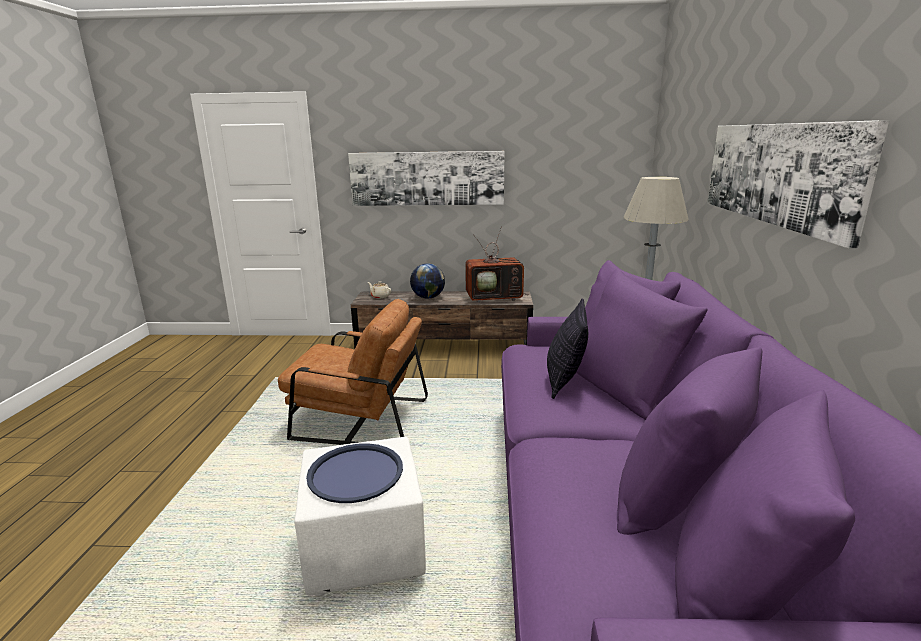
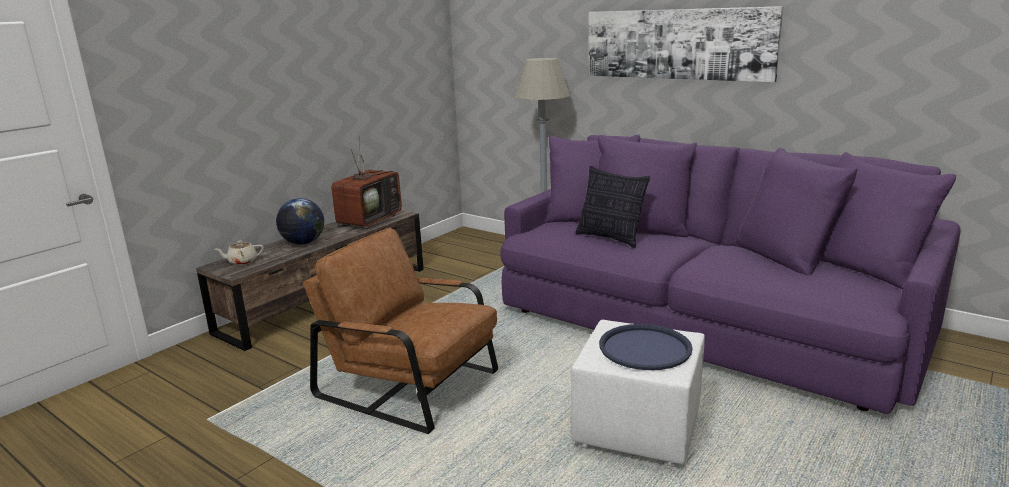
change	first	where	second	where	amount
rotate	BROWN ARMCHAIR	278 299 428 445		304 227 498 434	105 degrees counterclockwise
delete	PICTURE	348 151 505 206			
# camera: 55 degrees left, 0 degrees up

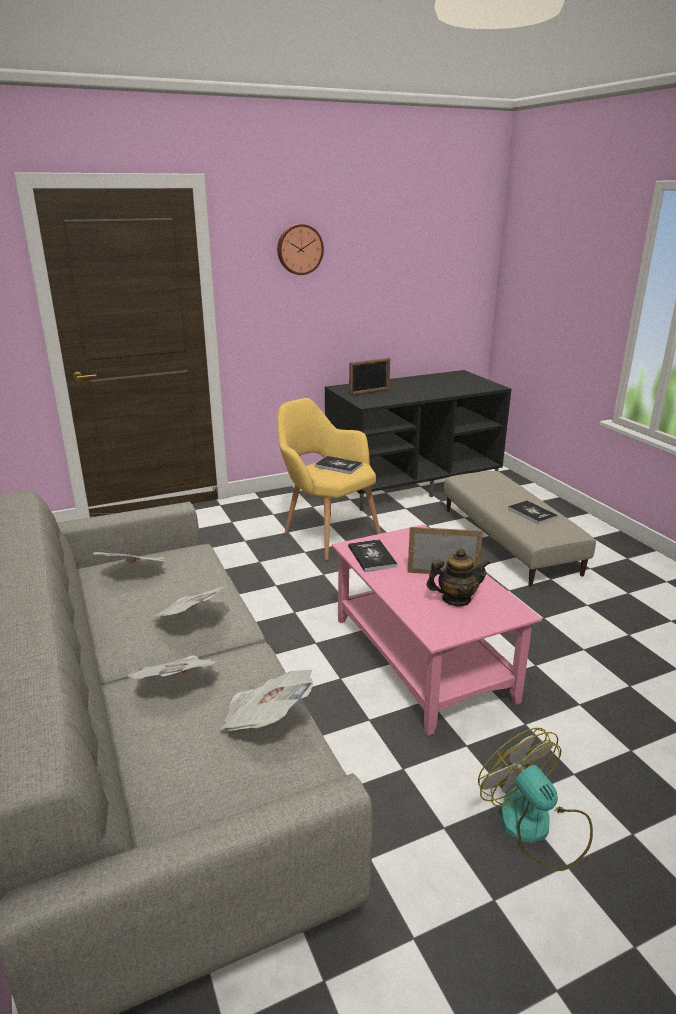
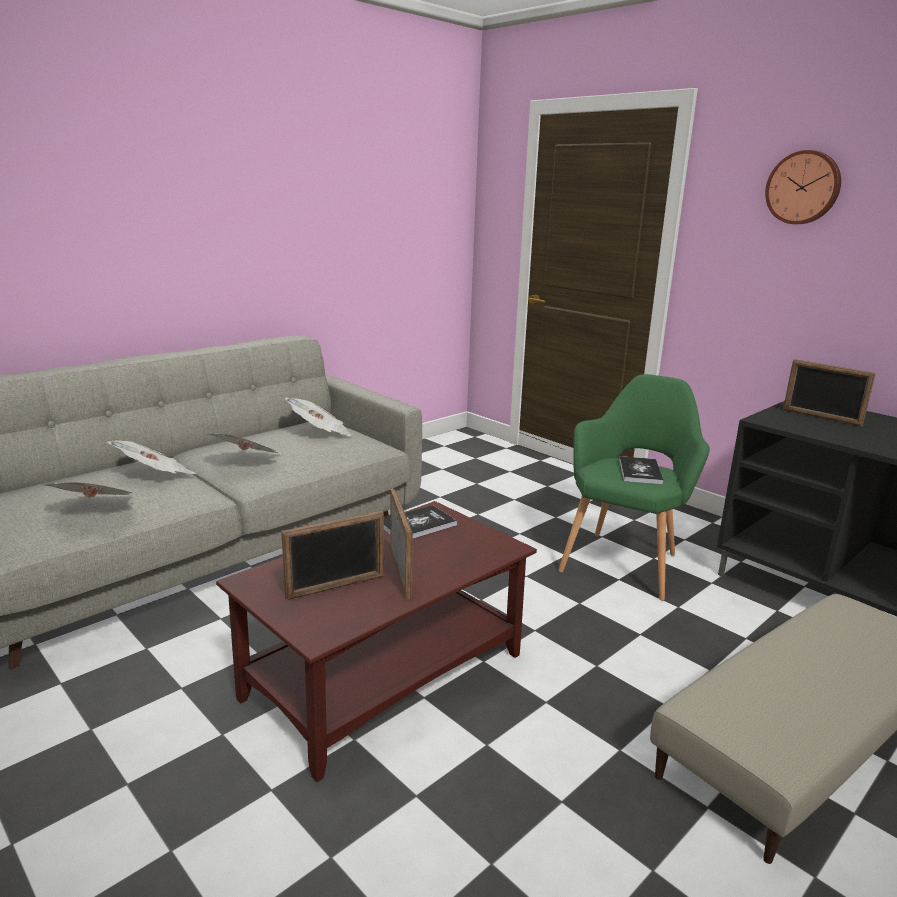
change	first	where	second	where	amount
recolor	PINK COFFEE TABLE	332 524 542 736	BROWN COFFEE TABLE	216 501 537 782	
replace	TEAPOT	426 548 490 606	PICTURE FRAME	281 511 384 600	
recolor	YELLOW ARMCHAIR	277 398 381 560	GREEN ARMCHAIR	558 374 710 601	
delete	FAN	478 728 593 871			
delete	BOOK	508 500 558 525			
# camera: 70 degrees right, 5 degrees down

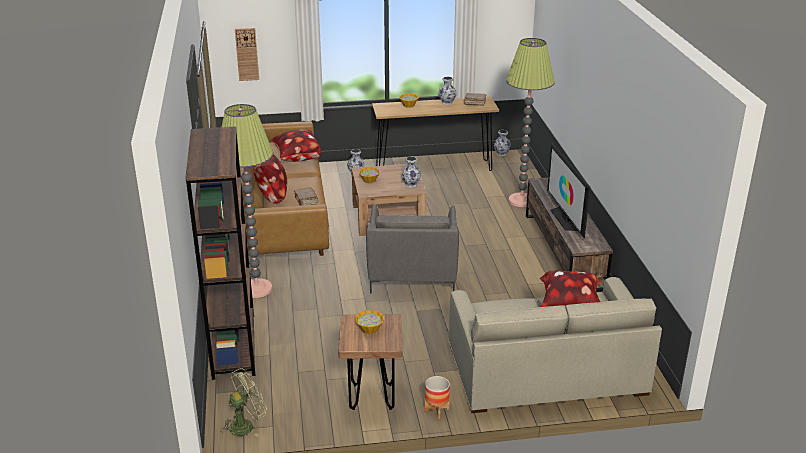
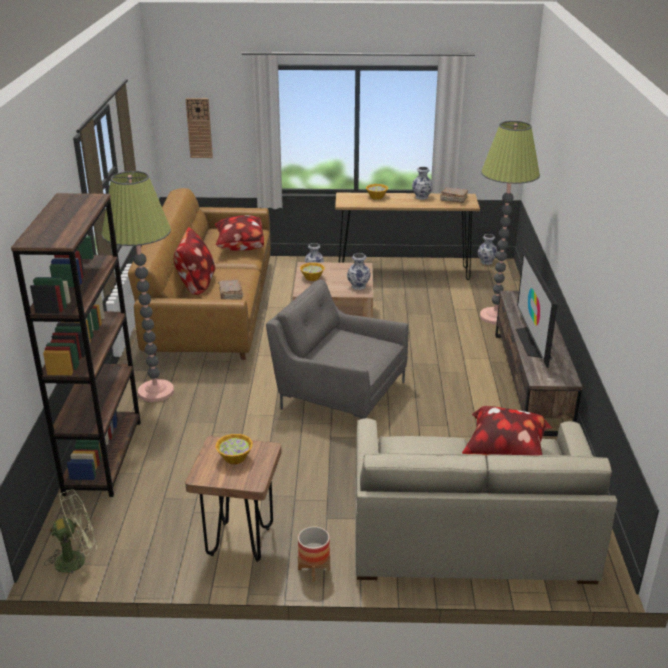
change	first	where	second	where	amount
rotate	GREY ARMCHAIR	366 204 459 294		266 280 408 419	105 degrees clockwise
# camera: 10 degrees right, 0 degrees up

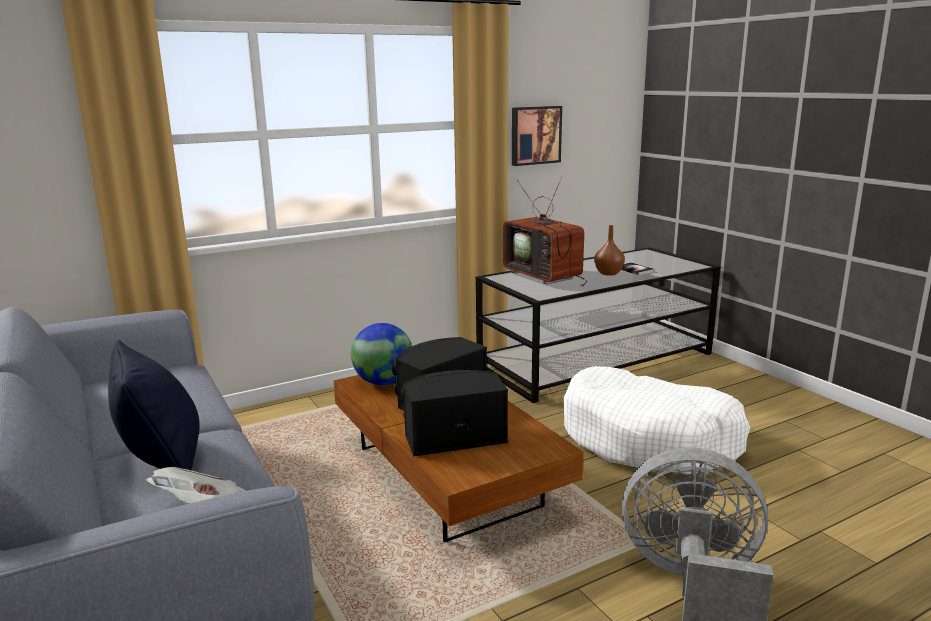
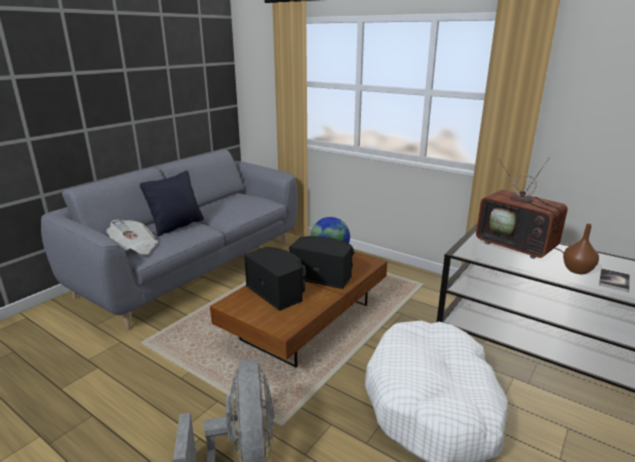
change	first	where	second	where	amount
rotate	TELEVISION	503 176 587 287		476 158 568 259	75 degrees counterclockwise
delete	PICTURE	512 106 562 166			
# camera: 65 degrees right, 5 degrees up

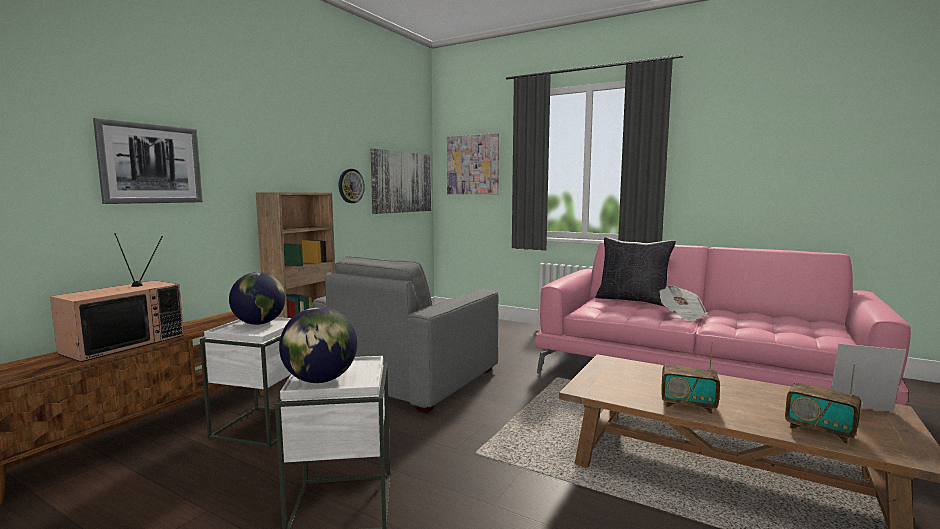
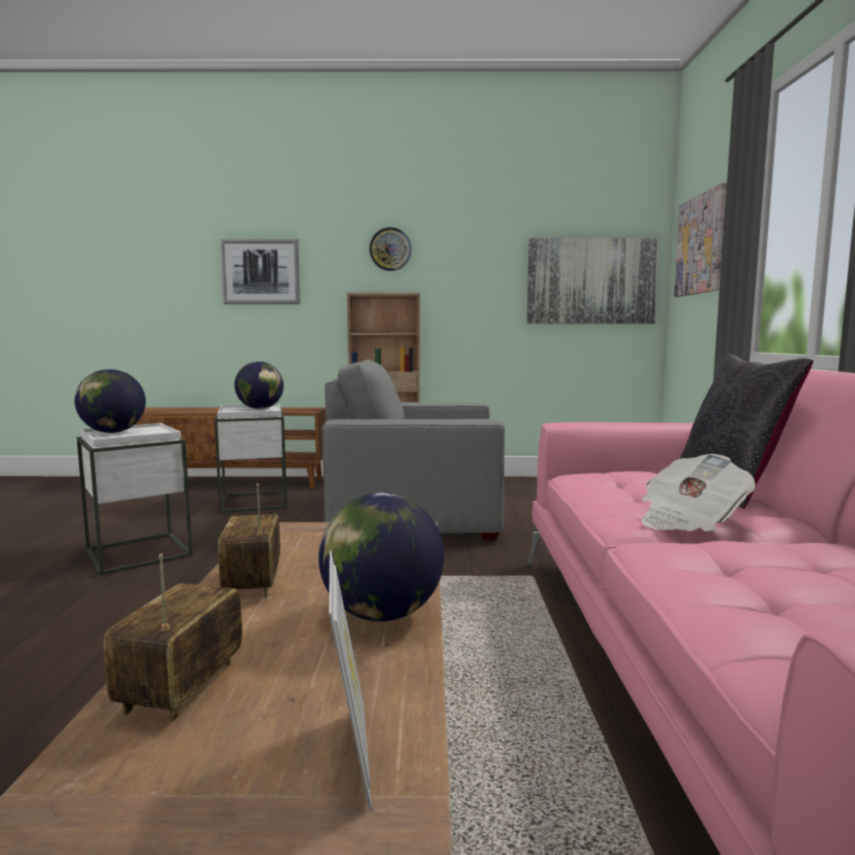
change	first	where	second	where	amount
insert			GLOBE	319 493 444 622	
move	WALL CLOCK	339 169 365 203		369 227 412 271	
delete	TELEVISION	50 233 184 362			
# camera: 60 degrees right, 0 degrees up

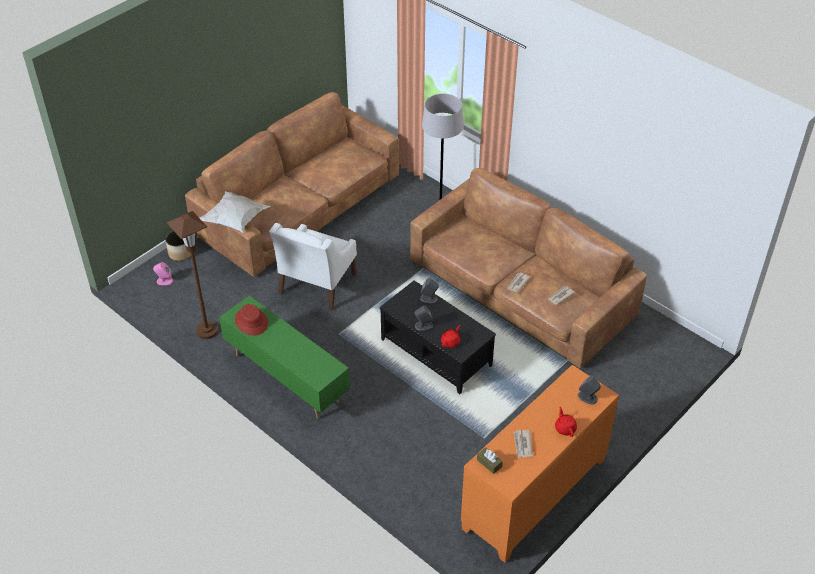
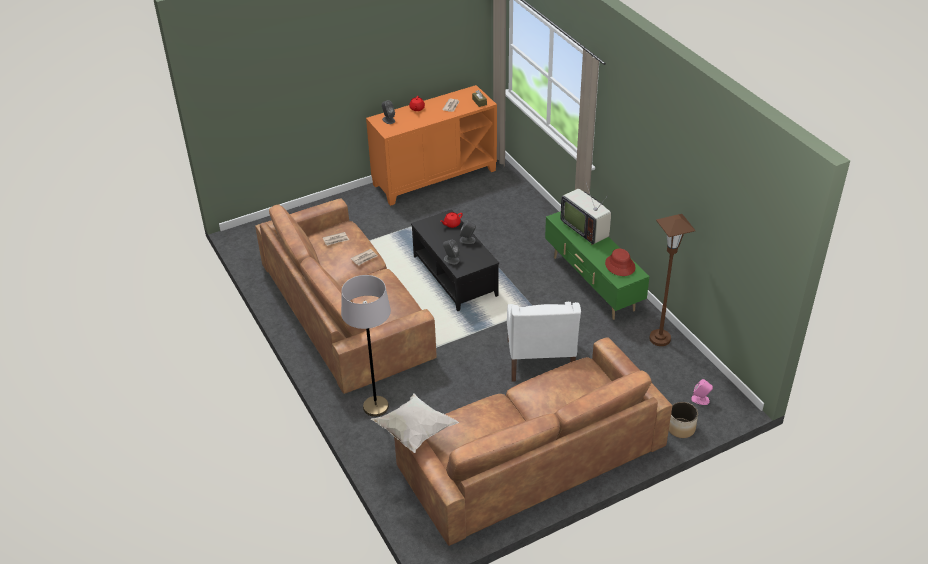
change	first	where	second	where	amount
move	WHITE PILLOW	199 191 271 233		371 393 459 453	
rotate	WHITE ARMCHAIR	269 223 357 311		507 302 581 382	135 degrees clockwise
insert			TELEVISION	561 183 611 245	
# camera: 160 degrees left, 5 degrees down

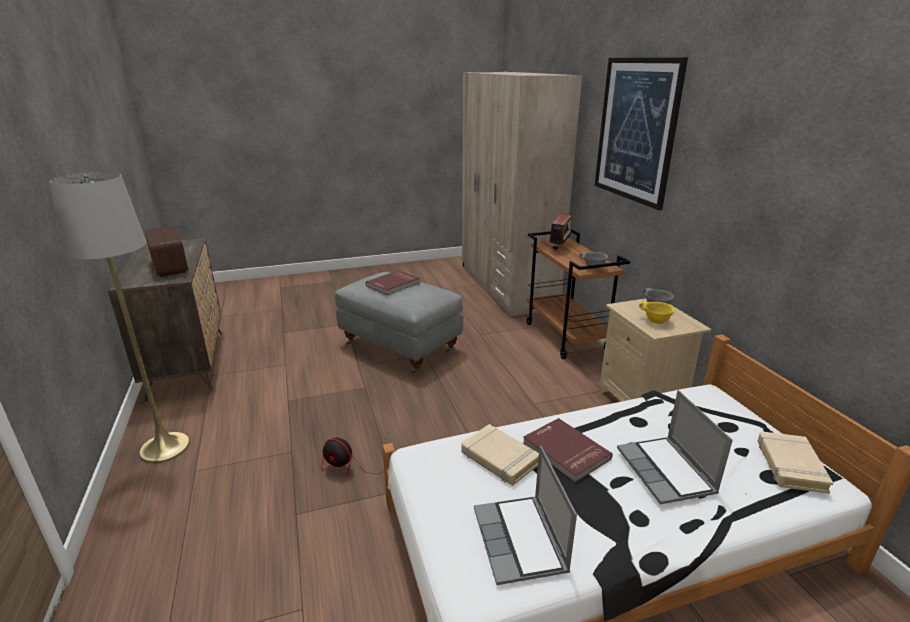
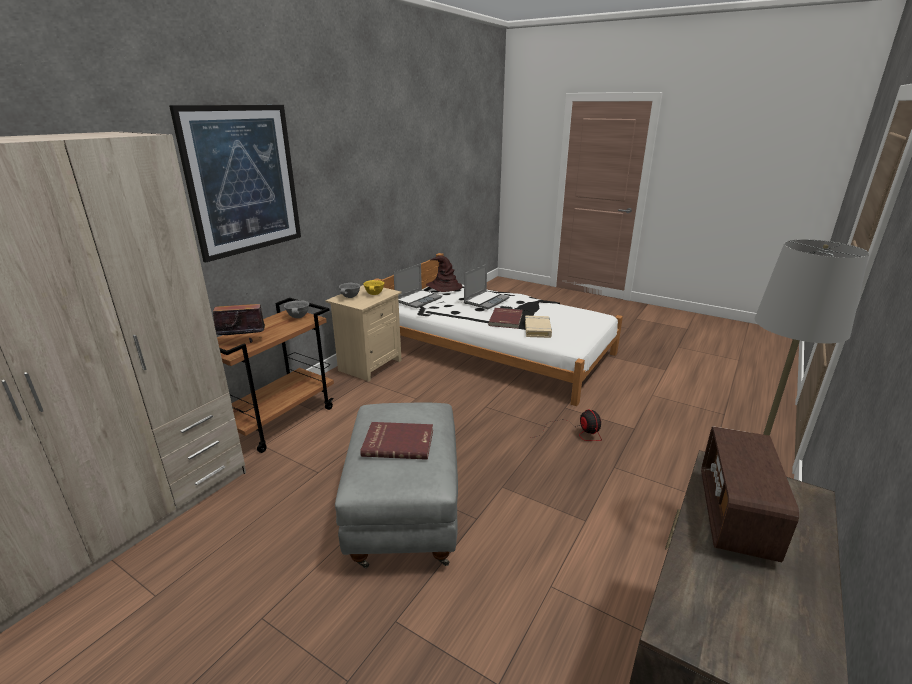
change	first	where	second	where	amount
move	LAPTOP	474 445 577 585		393 263 442 308	
replace	BEIGE BOOK	758 431 834 494	BROWN HAT	426 255 462 292	
# camera: 130 degrees left, 0 degrees up

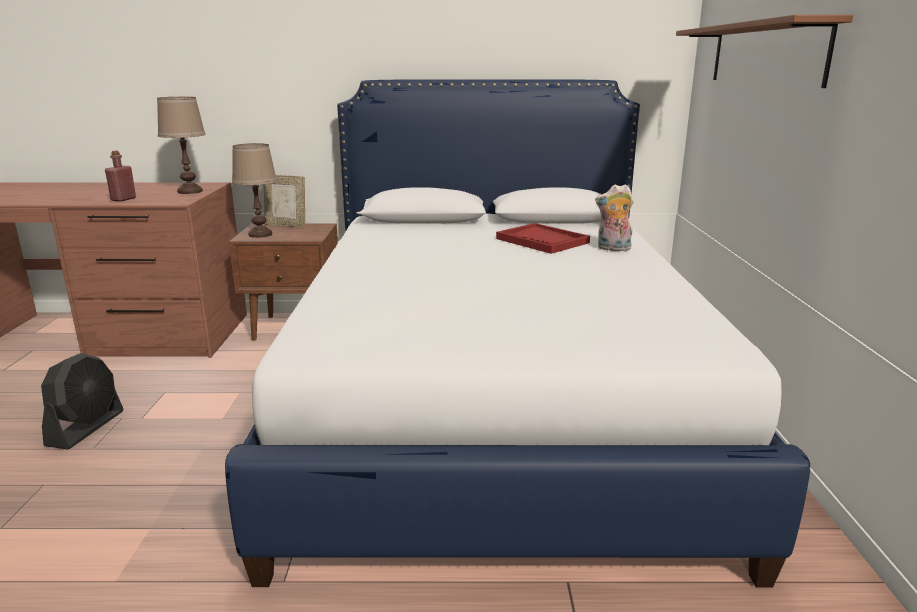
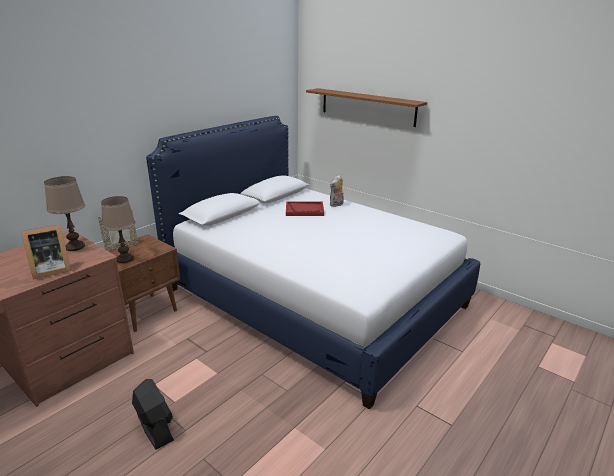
change	first	where	second	where	amount
replace	RED BOTTLE	105 151 136 202	PICTURE FRAME	21 224 71 279	
# camera: 50 degrees left, 5 degrees up

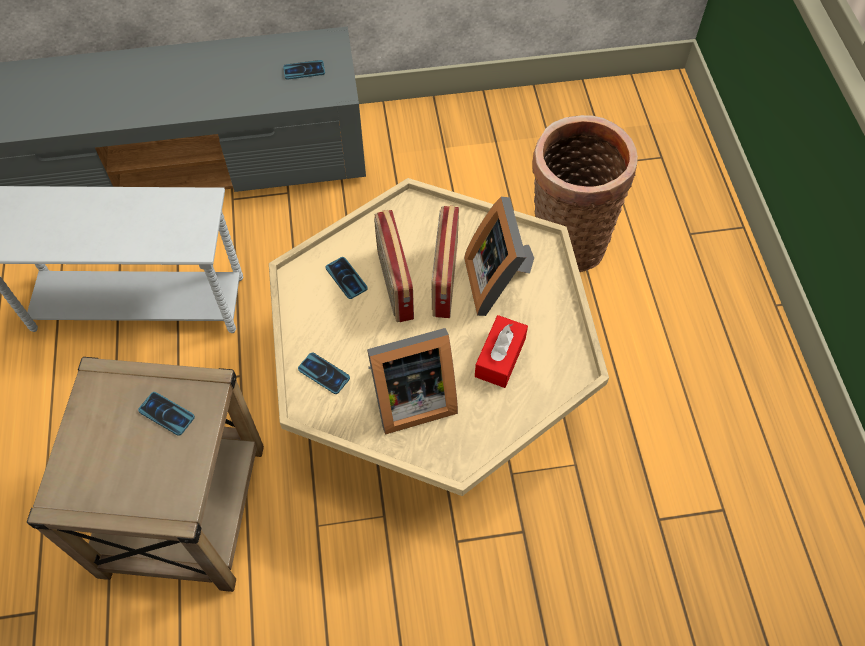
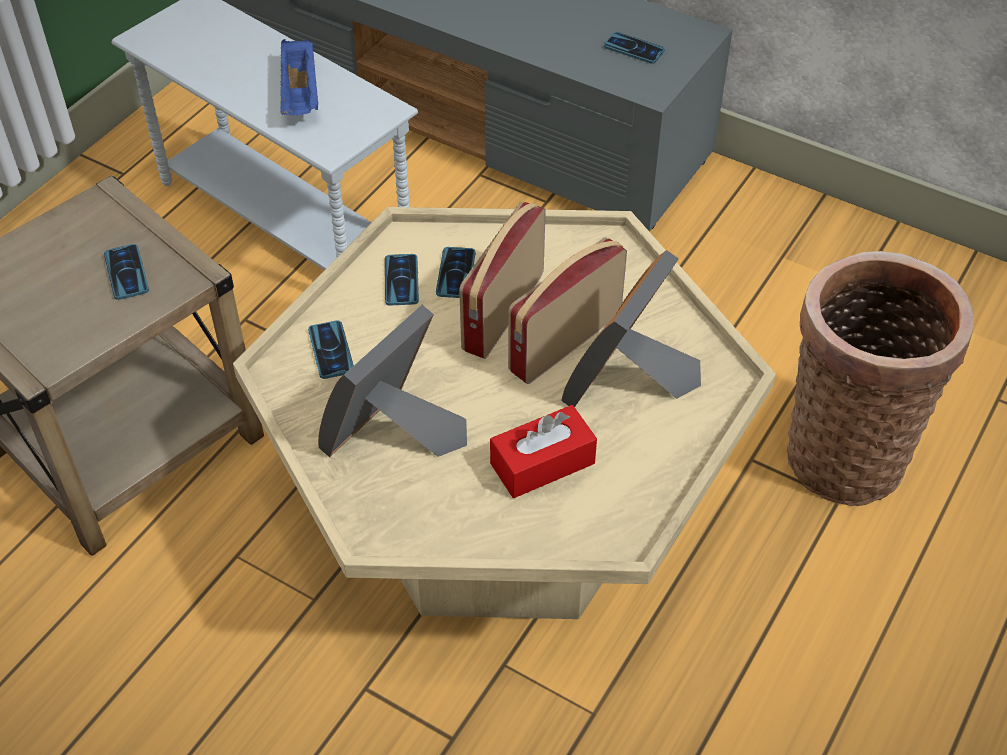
change	first	where	second	where	amount
insert			BLUE TRAY	280 39 319 116	
rotate	PICTURE FRAME	367 328 458 435		318 305 467 457	105 degrees clockwise
insert			PHONE	385 254 419 306	
# camera: 40 degrees right, 10 degrees down

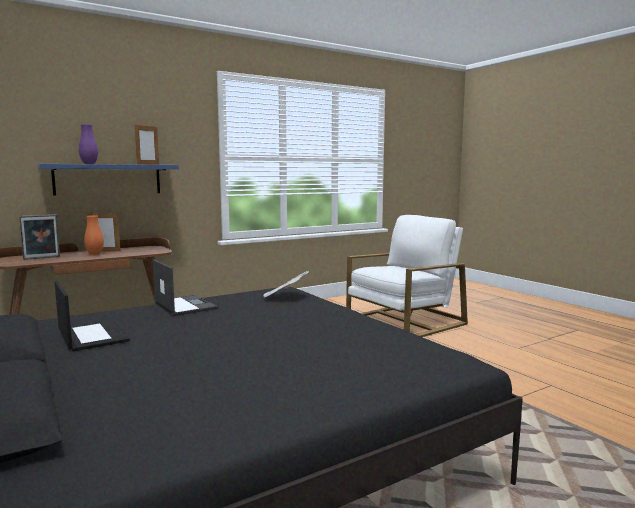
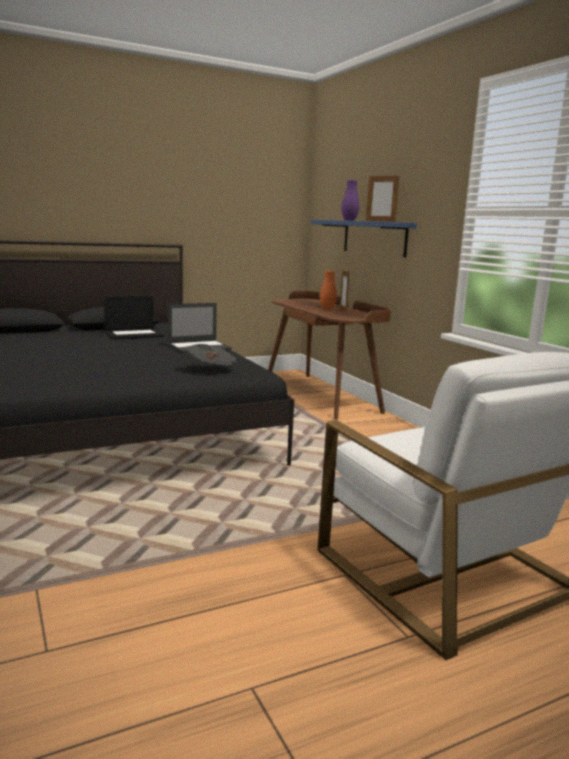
change	first	where	second	where	amount
delete	PICTURE FRAME	19 215 60 260			
# camera: 95 degrees right, 5 degrees up

